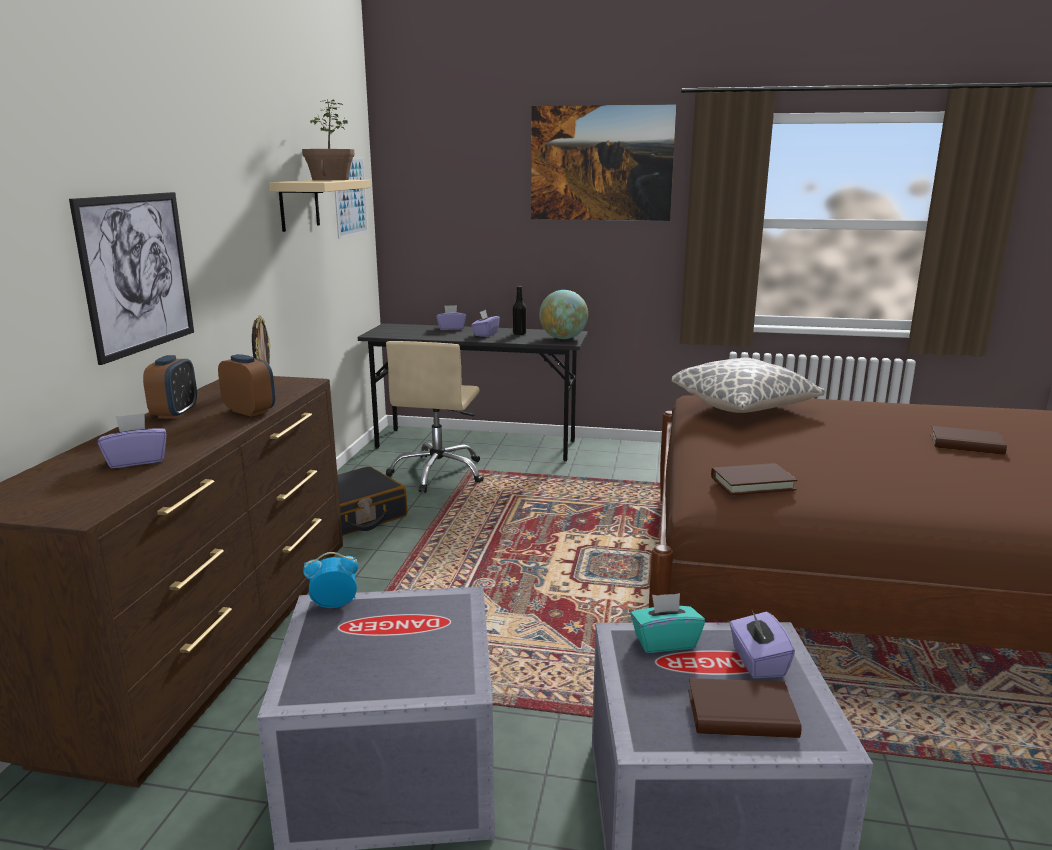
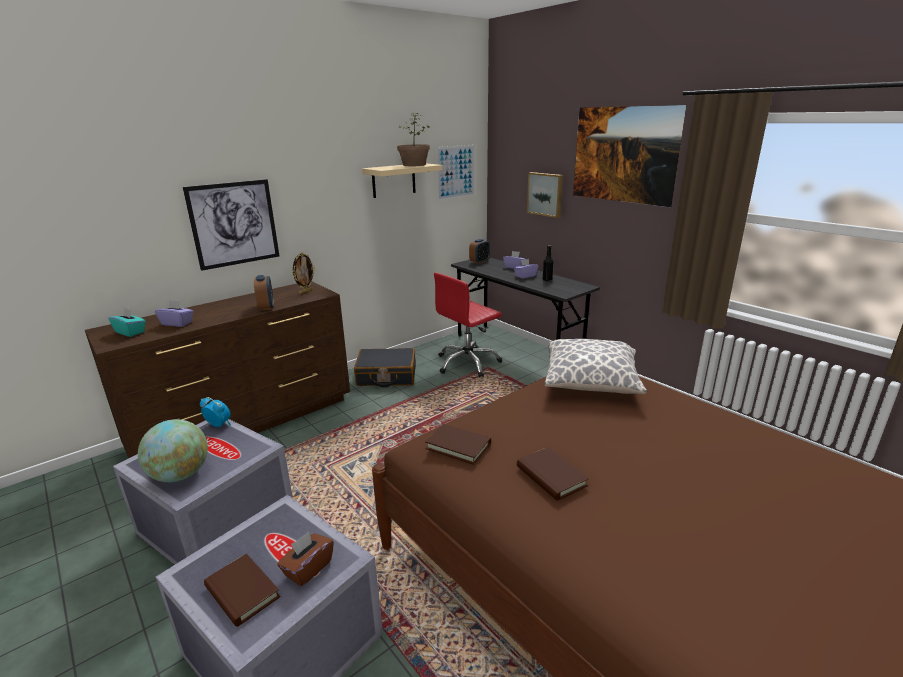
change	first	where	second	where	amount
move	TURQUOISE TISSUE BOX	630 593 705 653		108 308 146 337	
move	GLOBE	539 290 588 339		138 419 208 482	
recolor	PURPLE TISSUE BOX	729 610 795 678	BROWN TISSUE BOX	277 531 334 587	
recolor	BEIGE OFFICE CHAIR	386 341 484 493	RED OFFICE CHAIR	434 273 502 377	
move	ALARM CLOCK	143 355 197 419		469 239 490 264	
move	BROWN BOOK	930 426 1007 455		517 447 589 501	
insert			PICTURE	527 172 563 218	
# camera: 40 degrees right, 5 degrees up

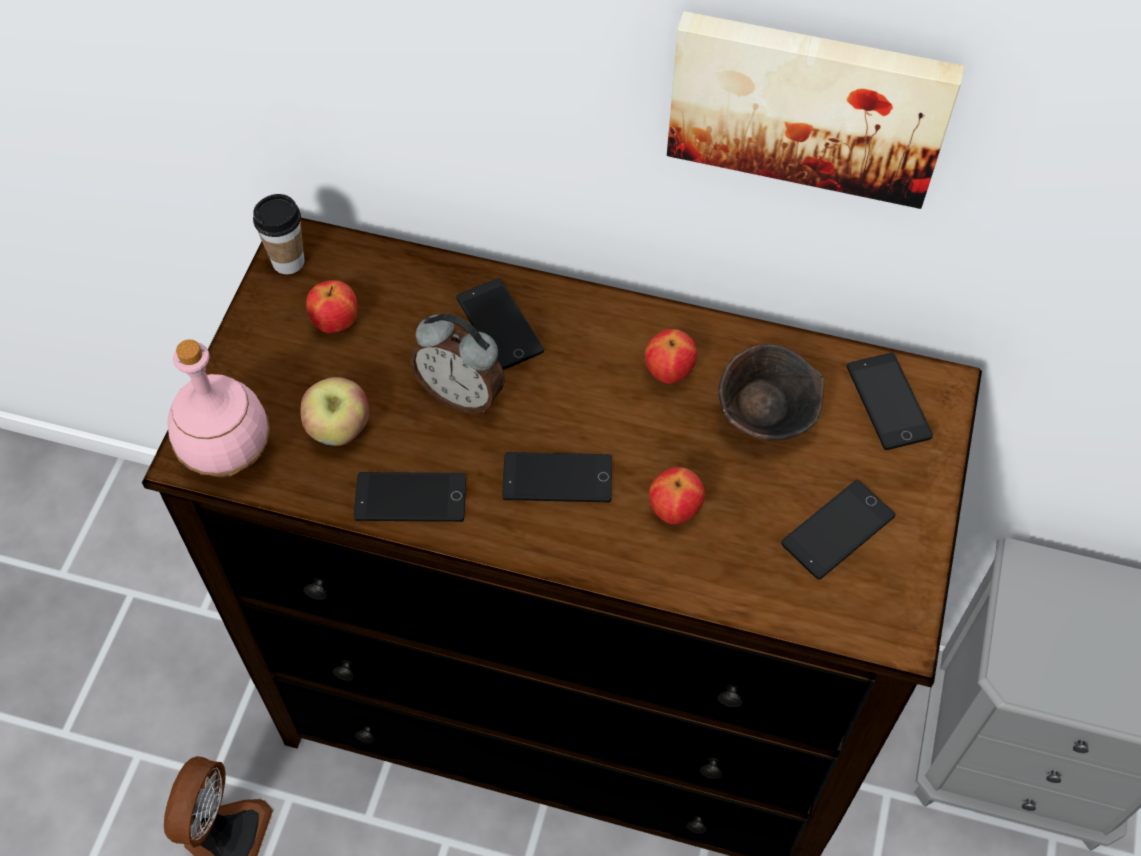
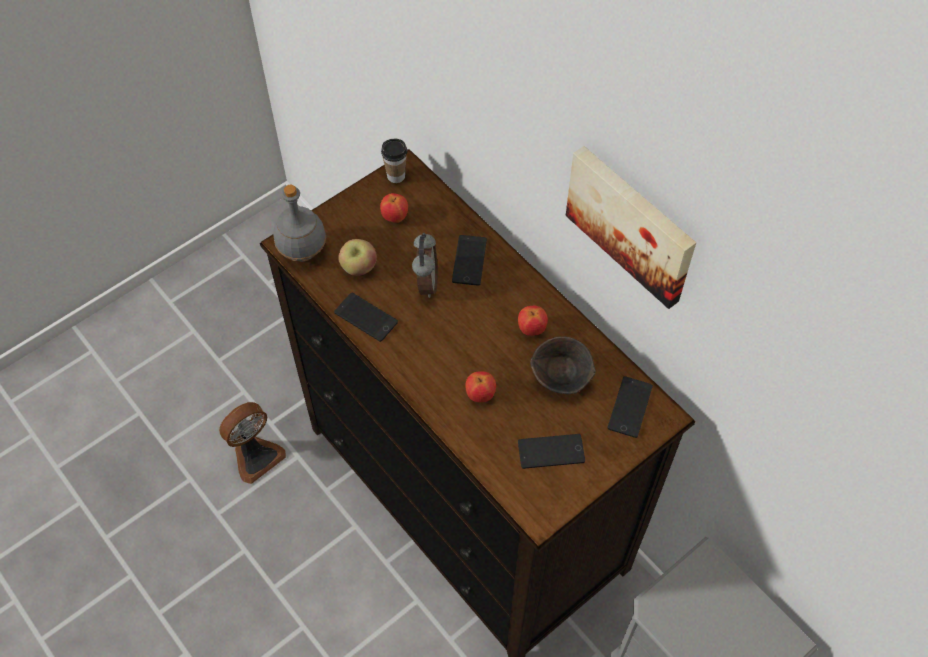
change	first	where	second	where	amount
recolor	PINK BOTTLE	167 339 270 477	GREY BOTTLE	273 185 326 262	
rotate	ALARM CLOCK	410 313 505 414		412 233 438 298	150 degrees counterclockwise
delete	PHONE	502 452 612 503			
# camera: 35 degrees right, 0 degrees up

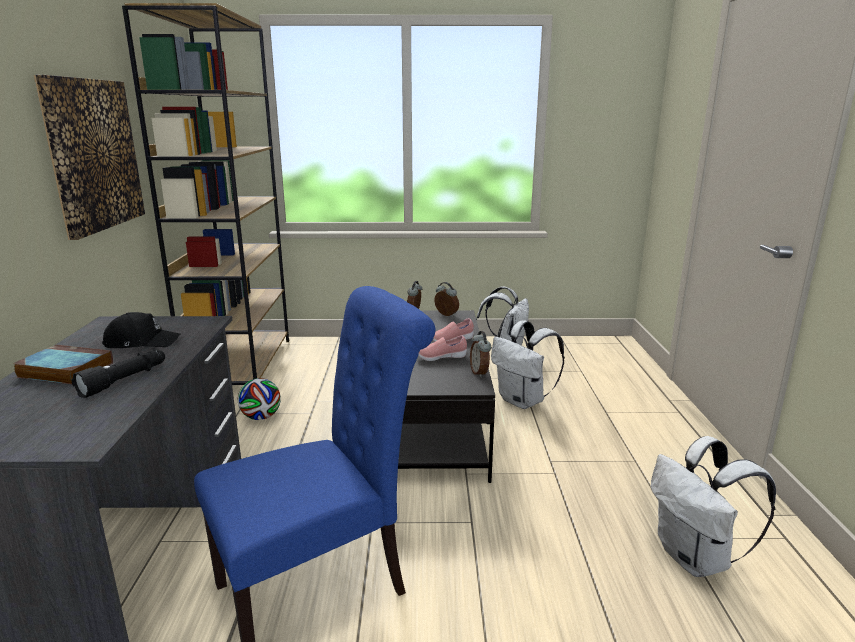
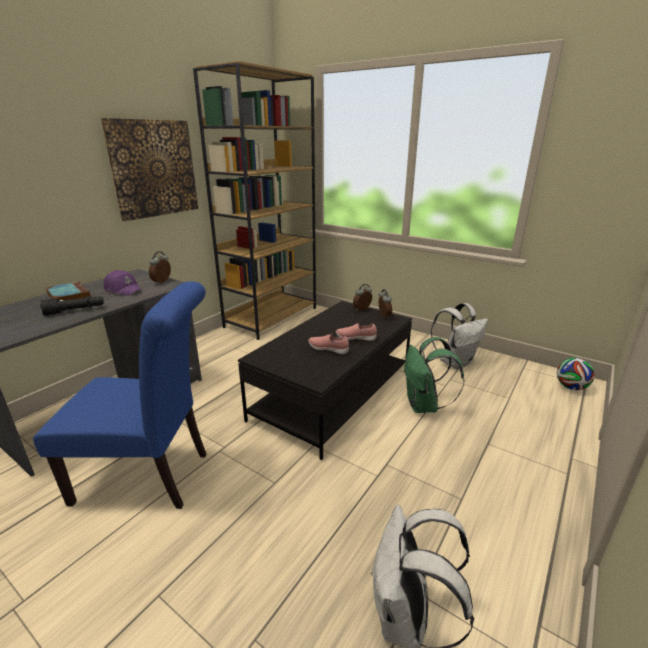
change	first	where	second	where	amount
recolor	BLACK CAP	102 312 181 348	PURPLE CAP	104 270 143 296	
move	ALARM CLOCK	470 331 491 378		149 251 171 284	
recolor	WHITE BACKPACK	491 320 565 409	GREEN BACKPACK	404 337 464 413	
move	FOOTBALL	238 378 281 420		557 358 595 390	
# camera: 35 degrees right, 5 degrees up

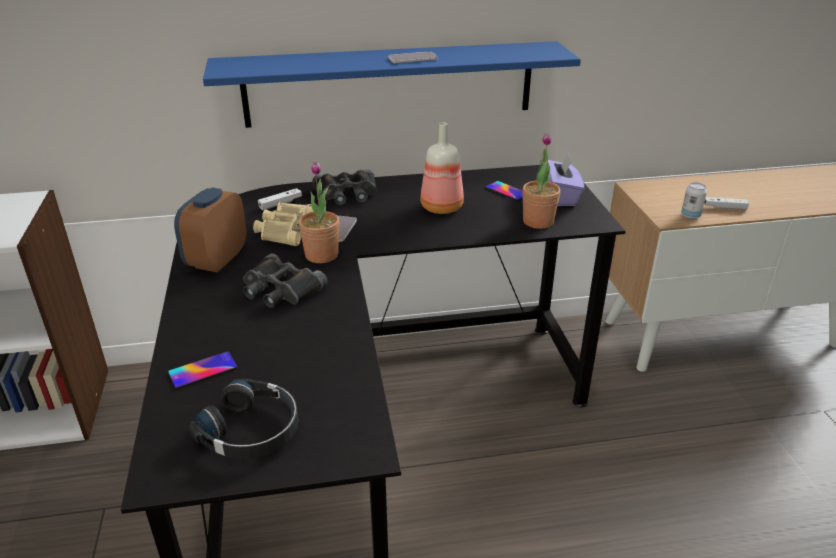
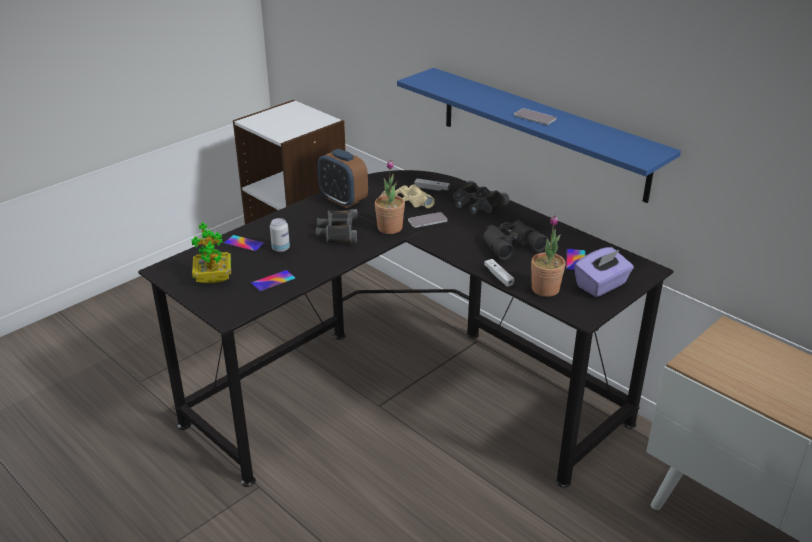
change	first	where	second	where	amount
replace	BLACK HEADPHONES	189 379 299 459	POTTED PLANT	191 222 231 283	
insert			PHONE	251 270 296 292	
move	CAN	681 182 707 219		270 218 290 252	
rotate	ALARM CLOCK	174 188 246 273		318 149 368 208	120 degrees counterclockwise
replace	BOTTLE	420 122 464 214	BLACK BINOCULARS	483 220 547 260	
move	WHITE GAME CONTROLLER	704 197 749 210		484 259 514 287	
# camera: 55 degrees right, 0 degrees up

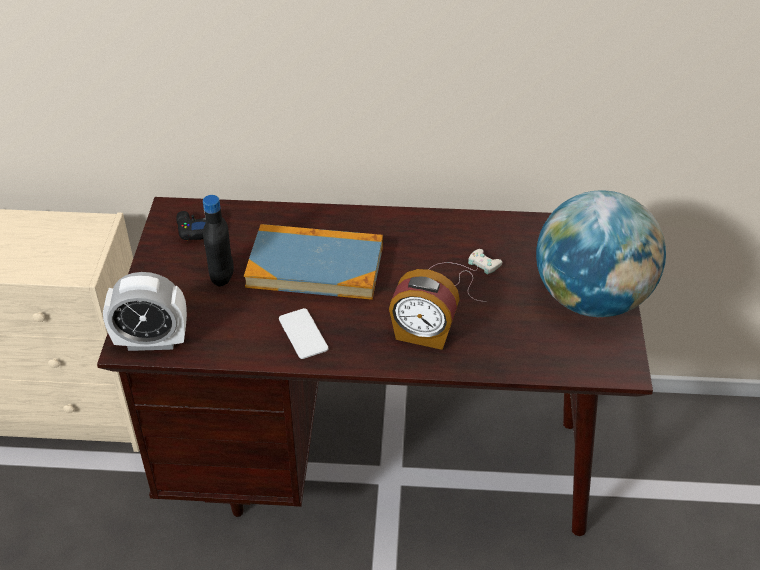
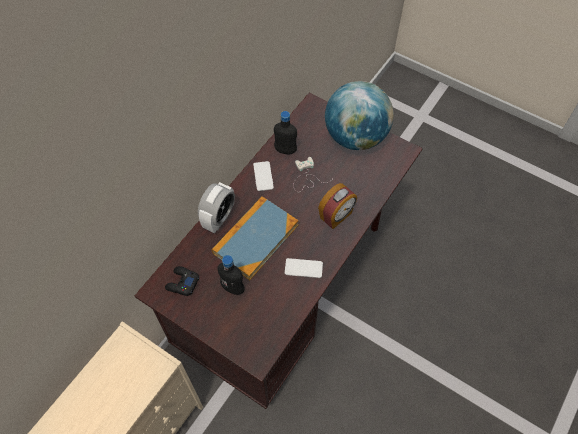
change	first	where	second	where	amount
move	ALARM CLOCK	103 272 187 351		198 182 235 233	
insert			PHONE	253 161 274 191	
insert			BLACK BOTTLE	274 111 297 154	
# camera: 60 degrees left, 15 degrees up

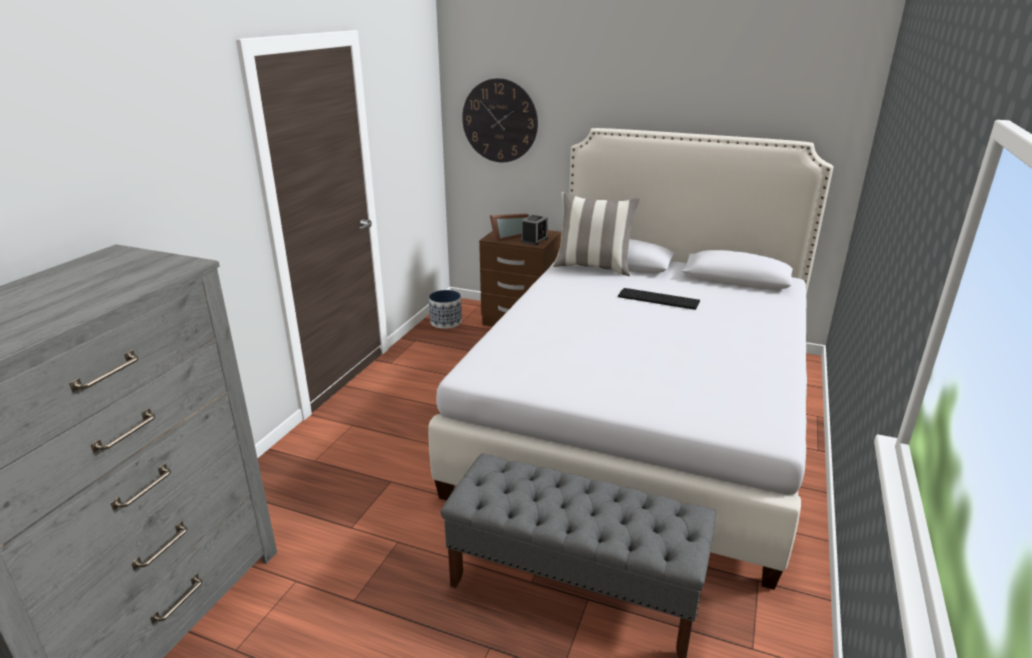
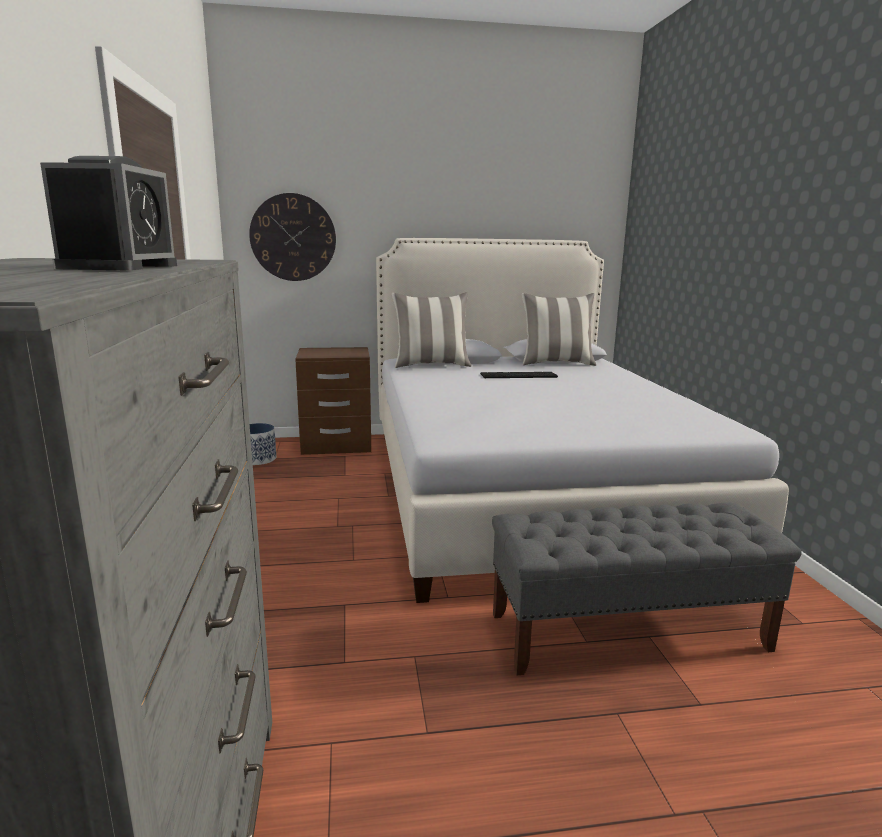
change	first	where	second	where	amount
move	ALARM CLOCK	521 215 548 245		40 156 177 270	
insert			PILLOW	521 293 596 366	
delete	PICTURE FRAME	490 214 529 242			
# camera: 30 degrees left, 10 degrees down

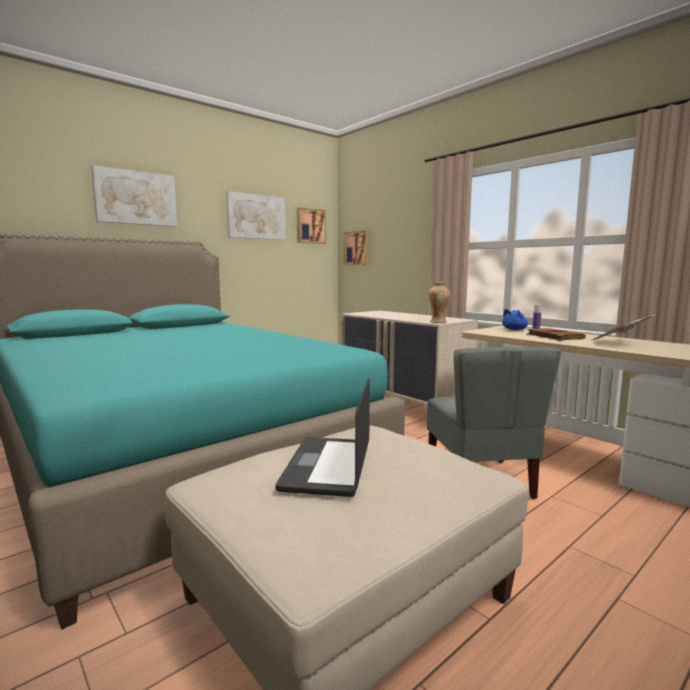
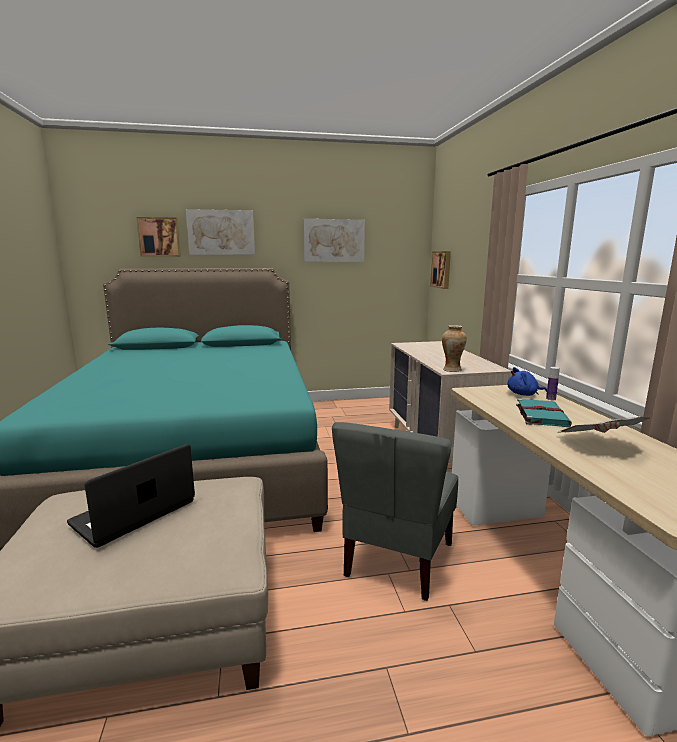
change	first	where	second	where	amount
move	PICTURE	297 207 326 244		136 217 181 257	
recolor	BROWN BOOK	526 328 586 341	TURQUOISE BOOK	516 398 572 427	
# camera: 30 degrees right, 5 degrees up

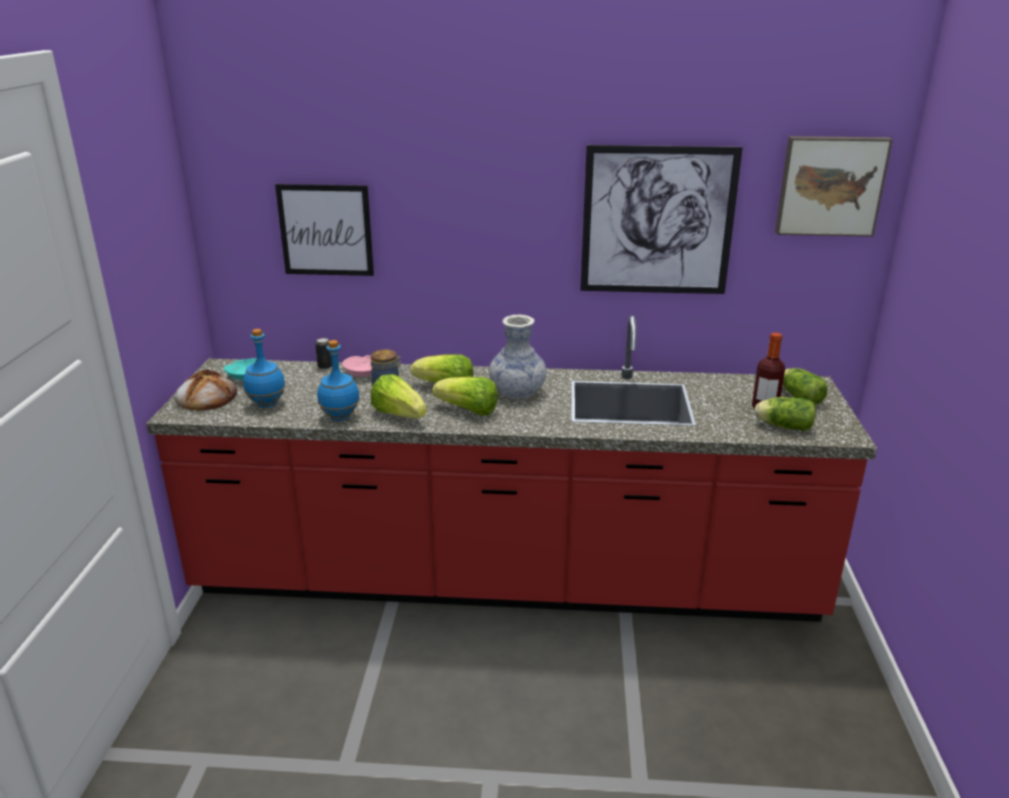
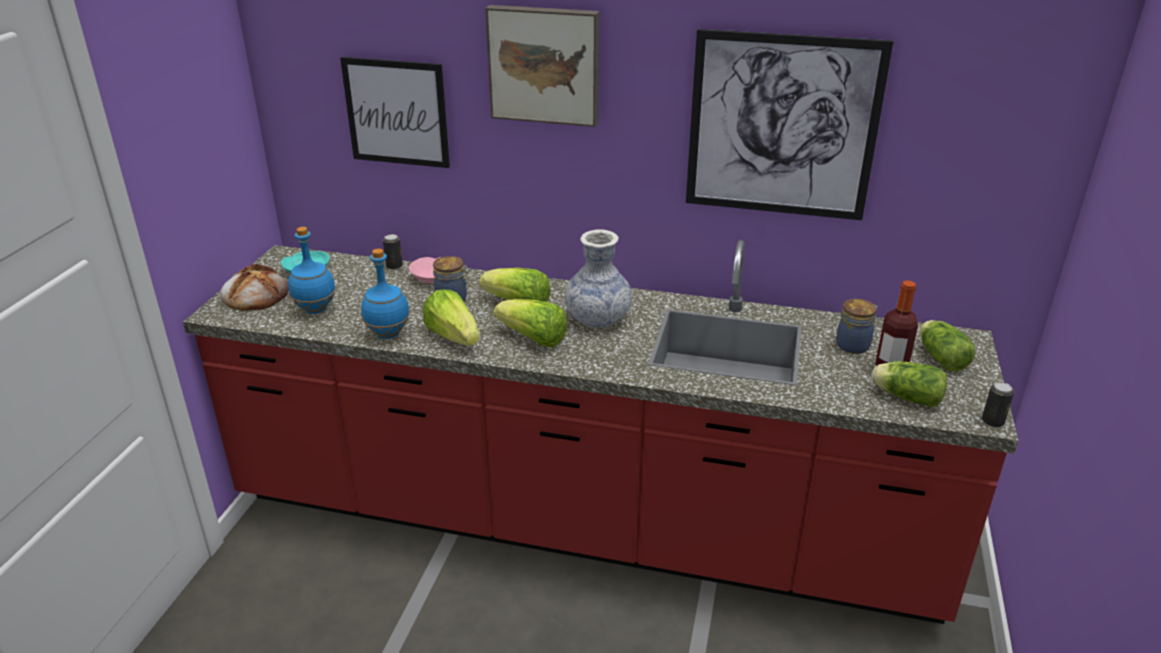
change	first	where	second	where	amount
move	PICTURE	775 136 893 237		485 5 599 127	
insert			JAR	836 299 878 354	
insert			CAN	982 382 1014 427	
# camera: 10 degrees right, 5 degrees up

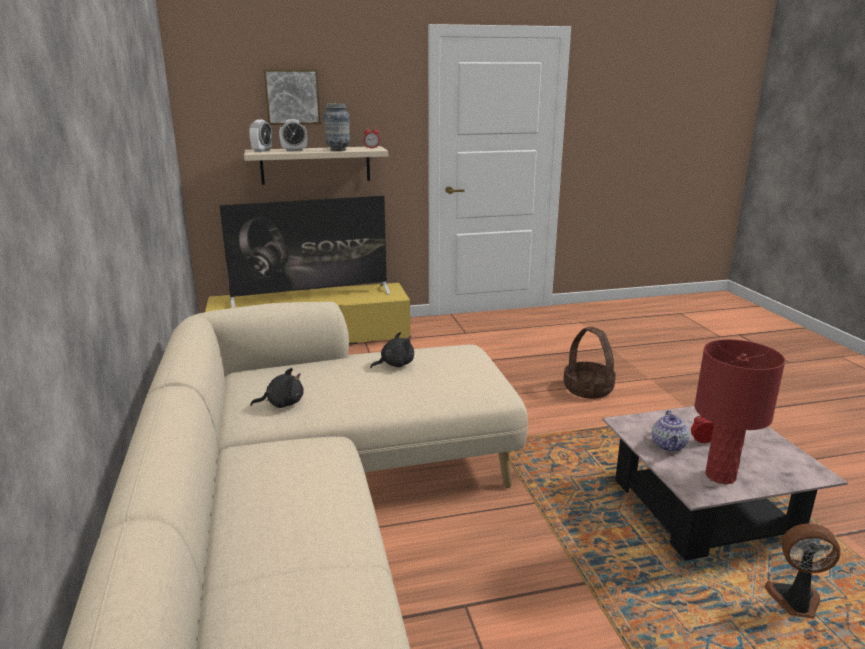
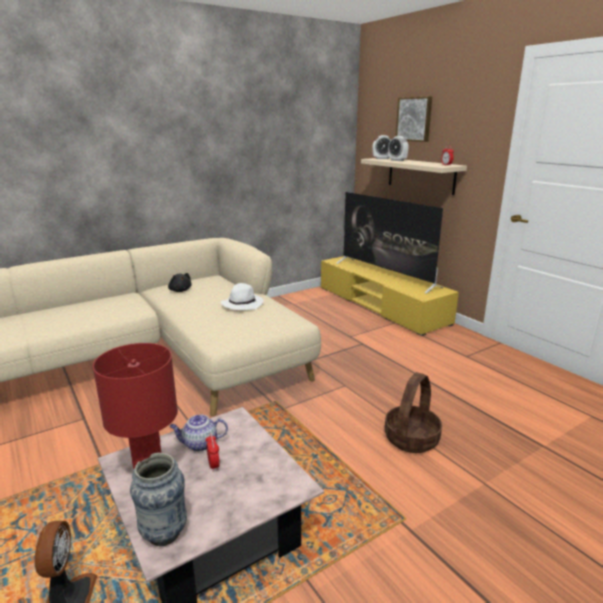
change	first	where	second	where	amount
move	VASE	323 103 350 151		130 453 187 546	
replace	BLACK PLUSH TOY	370 332 414 368	WHITE HAT	221 283 264 310	
# camera: 70 degrees right, 0 degrees up

